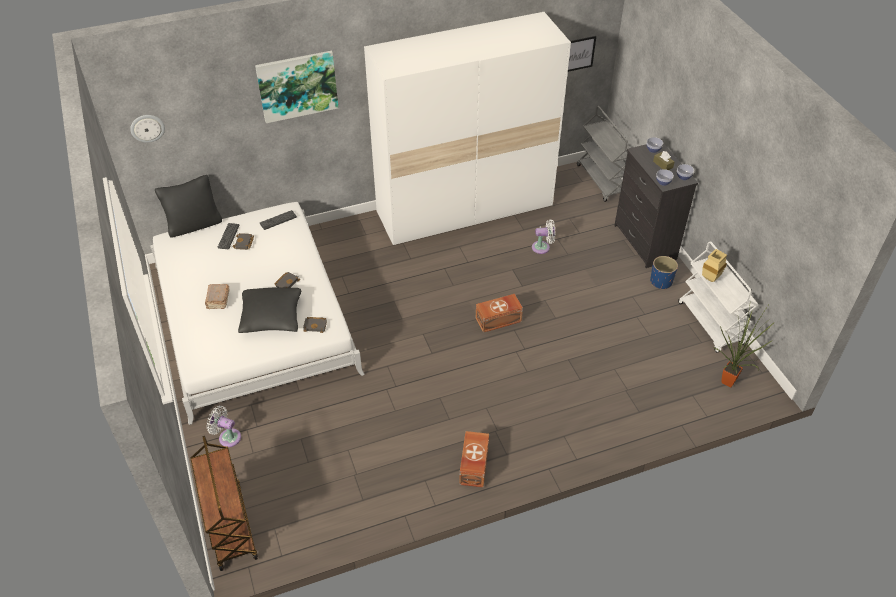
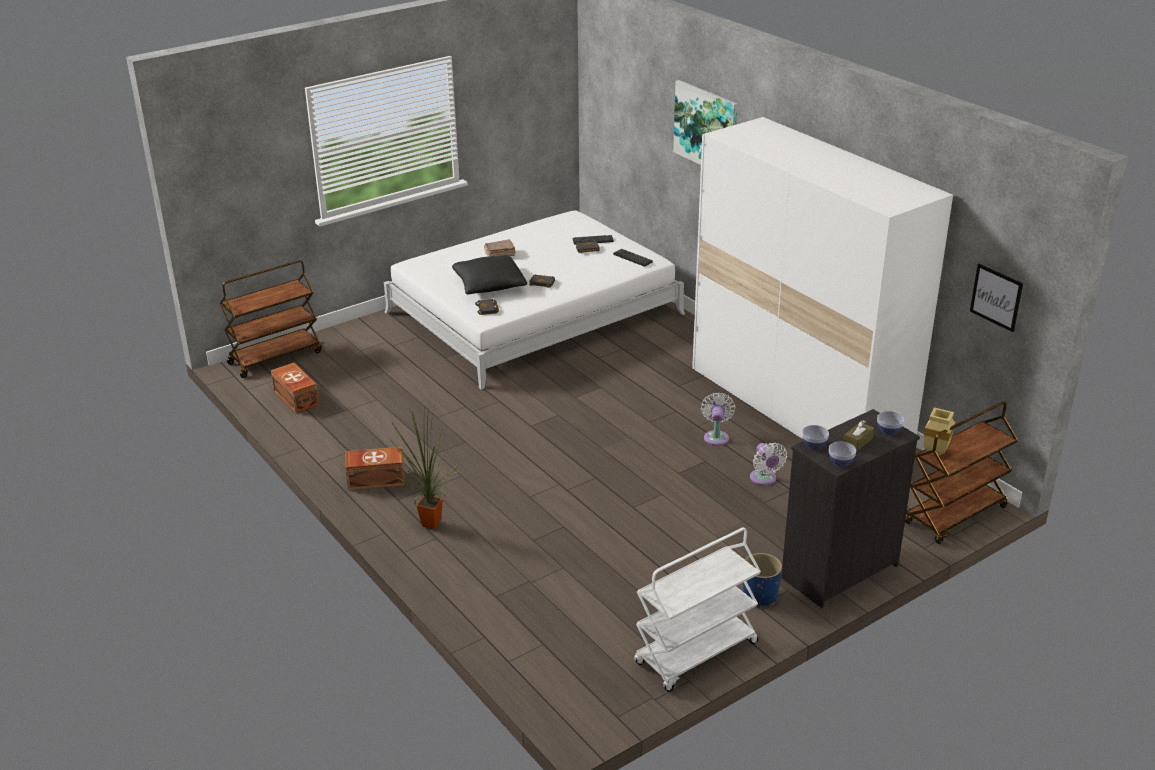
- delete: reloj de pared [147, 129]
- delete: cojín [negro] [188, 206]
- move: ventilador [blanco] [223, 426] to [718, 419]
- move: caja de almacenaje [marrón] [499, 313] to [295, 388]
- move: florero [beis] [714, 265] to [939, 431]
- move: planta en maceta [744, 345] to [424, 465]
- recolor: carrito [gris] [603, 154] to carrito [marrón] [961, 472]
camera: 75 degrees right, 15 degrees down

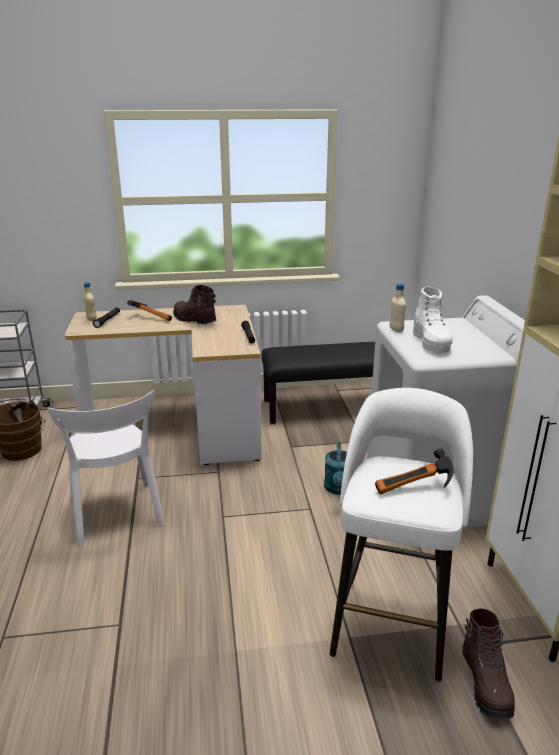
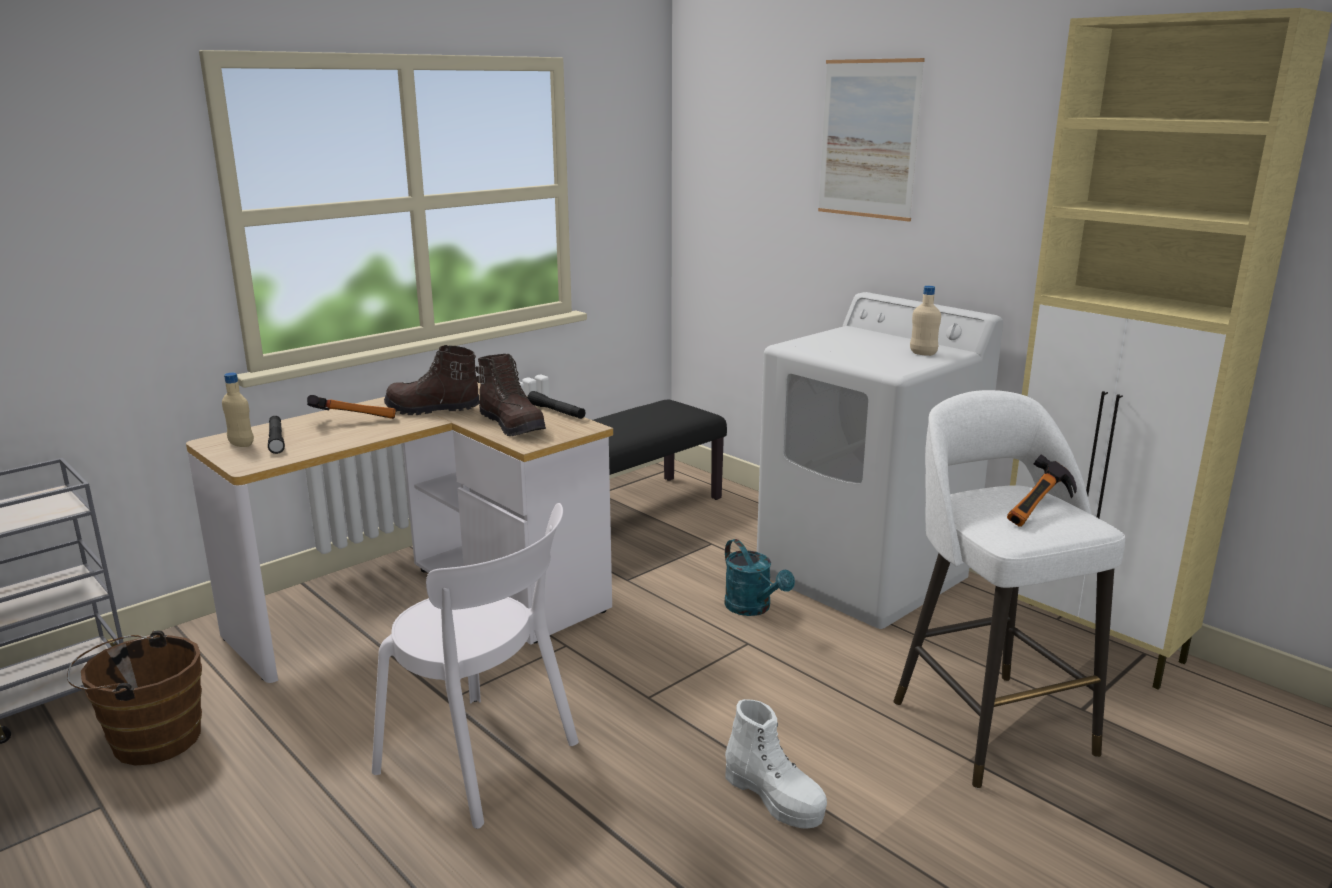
- insert: cuadro [871, 140]
- move: botella [beis] [397, 307] to [925, 321]
- move: bota [blanco] [433, 319] to [776, 764]
- move: bota [marrón] [488, 664] to [510, 395]
camera: 35 degrees left, 5 degrees down

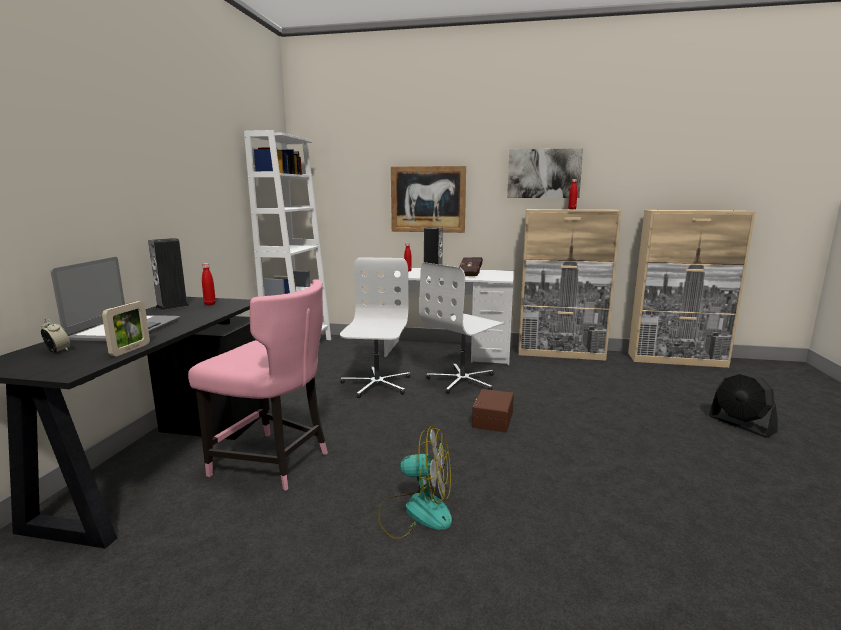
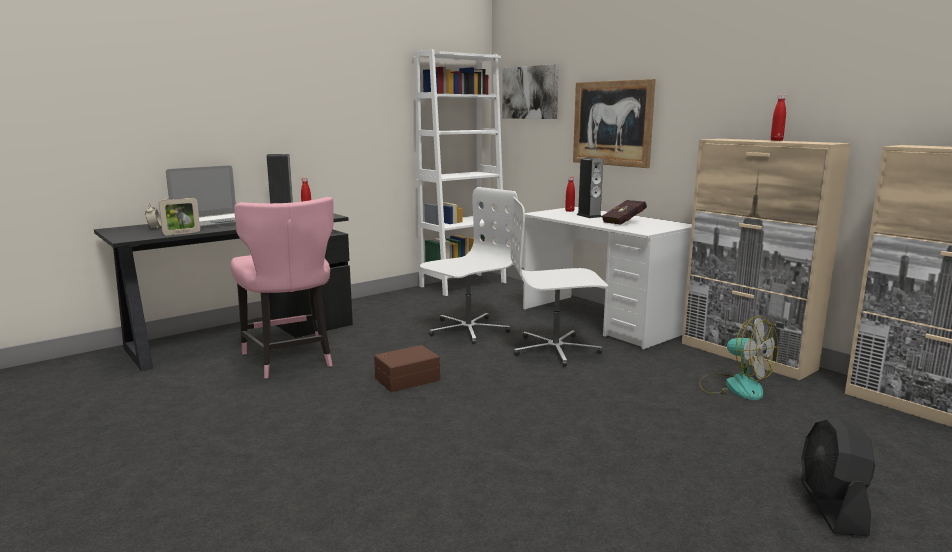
- move: ventilador [415, 483] to [739, 358]
- move: caja de almacenaje [marrón] [493, 411] to [407, 368]
- move: cuadro [545, 173] to [530, 91]
camera: 40 degrees right, 0 degrees up

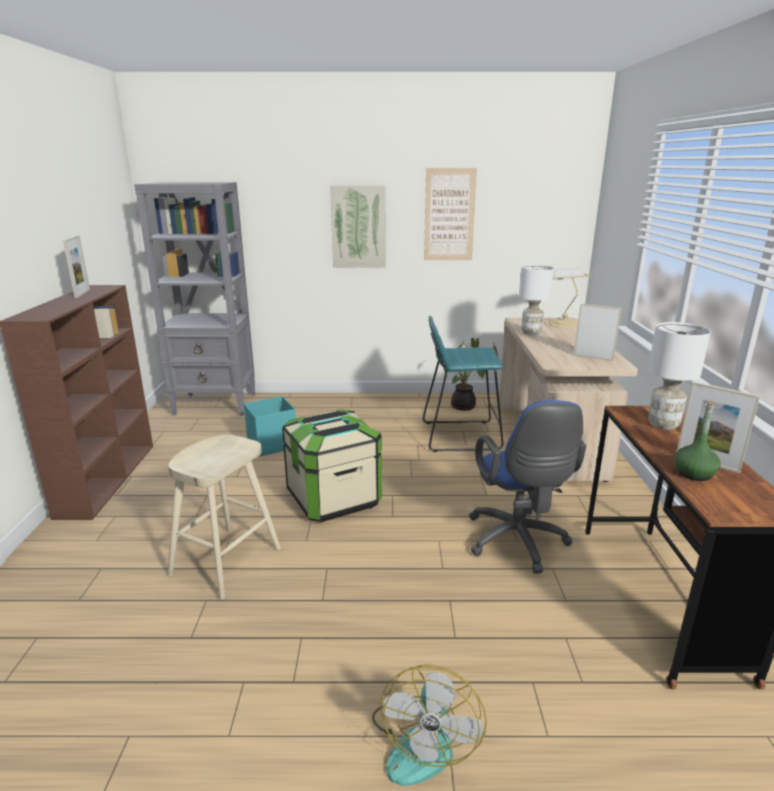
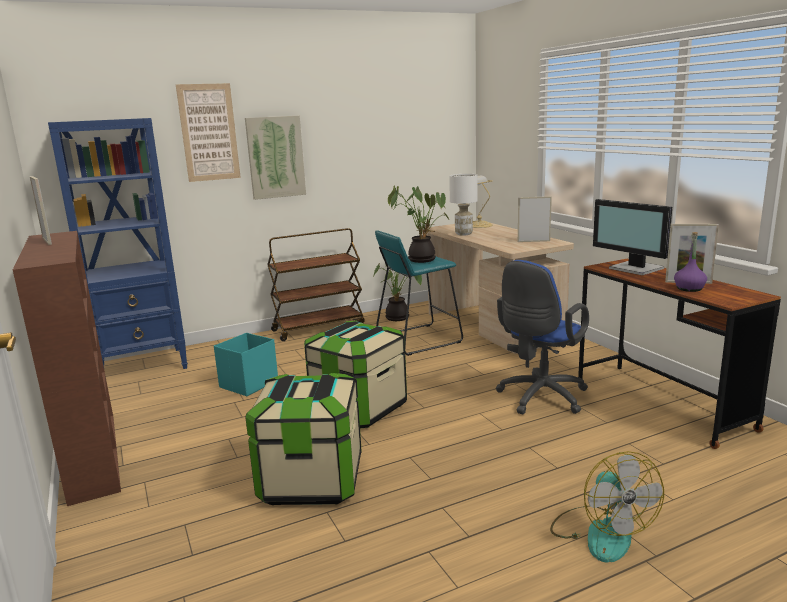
- insert: carrito [marrón] [316, 284]
- insert: planta en maceta [419, 224]
- move: cuadro [450, 214] to [208, 132]
- replace: taburete [beis] [224, 517] to caja de almacenaje [303, 439]
- replace: lámpara de mesa [blanco] [679, 376] to monitor [632, 237]
- recolor: estantería [gris] [194, 299] to estantería [azul] [118, 243]
- recolor: botella [verde] [698, 441] to botella [morado] [690, 262]
- rotate: silla de oficina [azul] [527, 487] = [542, 337] 75 degrees clockwise
camera: 25 degrees left, 5 degrees down

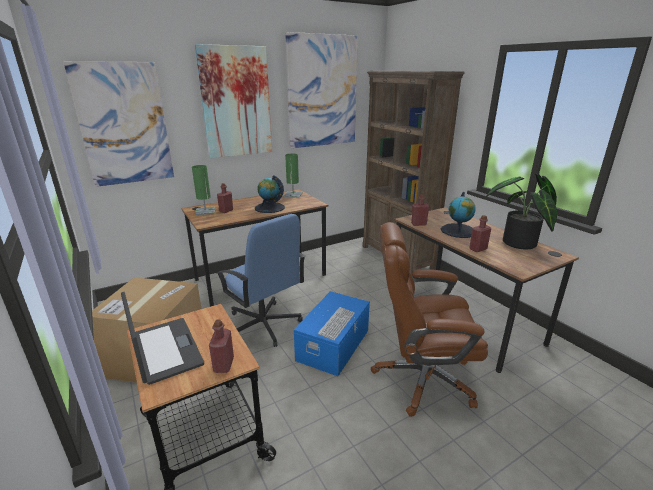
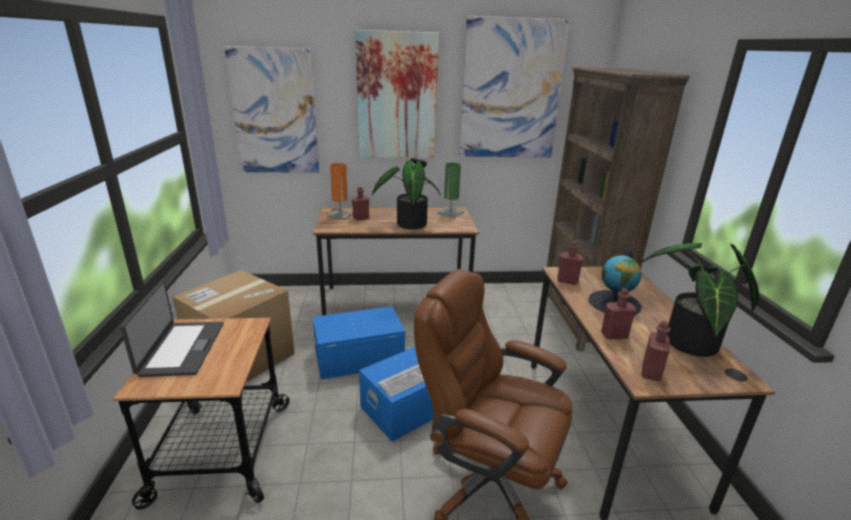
- move: botella [rojo] [221, 346] to [656, 351]
- replace: silla de oficina [azul] [260, 280] to caja de almacenaje [azul] [359, 342]
- replace: globo terráqueo [270, 194] to planta en maceta [406, 193]
- recolor: lámpara de mesa [verde] [203, 190] to lámpara de mesa [naranja] [340, 191]
camera: 25 degrees right, 0 degrees up

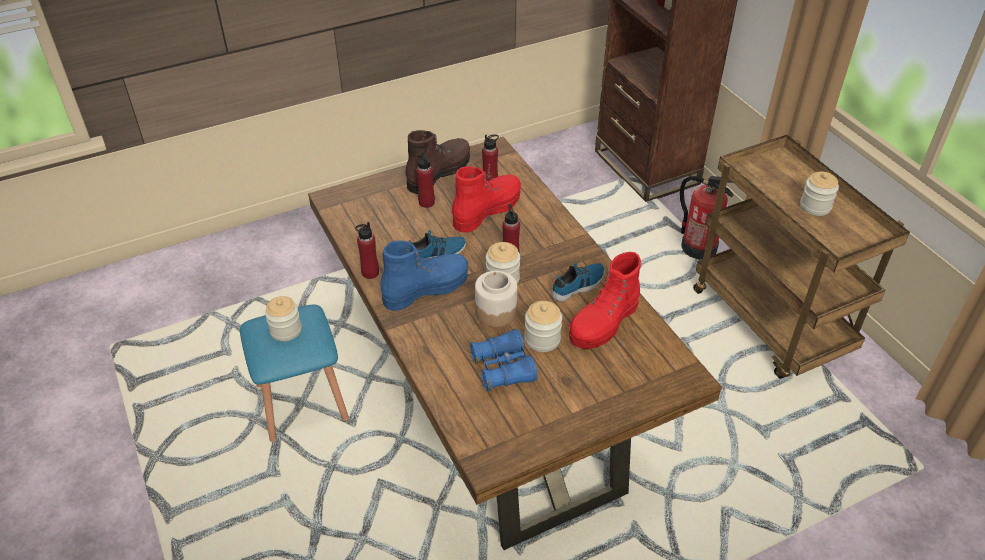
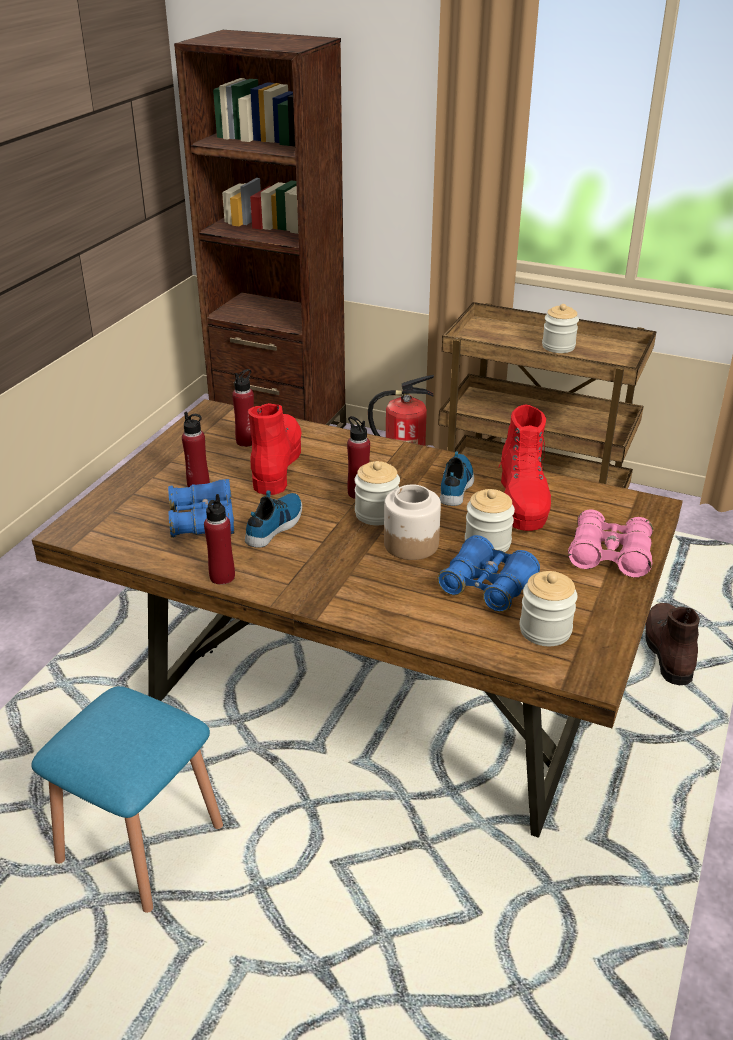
- delete: bota [azul] [424, 276]
- insert: prismáticos [azul] [201, 508]
- insert: prismáticos [rosa] [610, 543]
- move: tarro [283, 318] to [548, 608]
- move: bota [marrón] [437, 162] to [672, 644]
camera: 40 degrees left, 10 degrees down

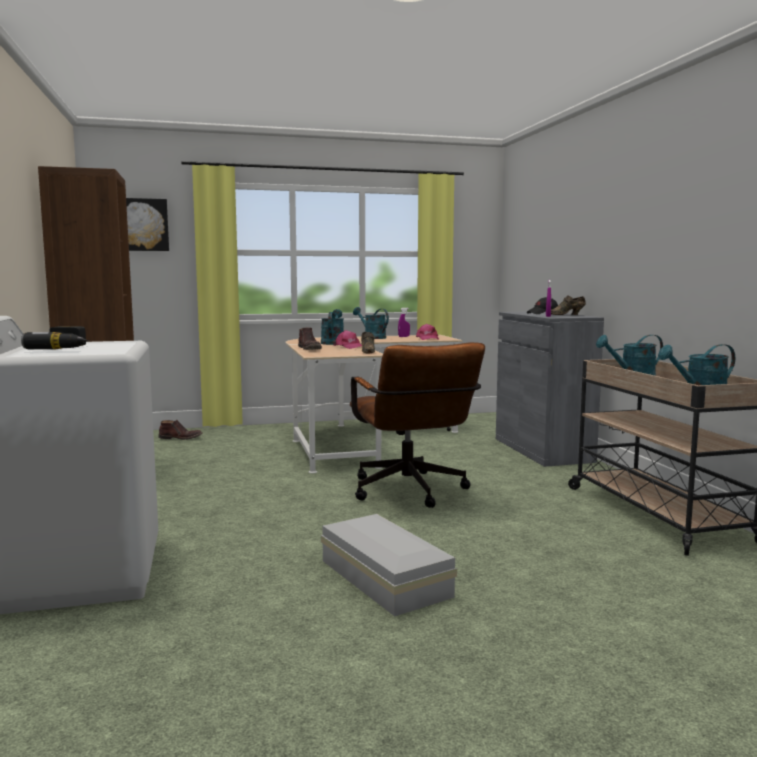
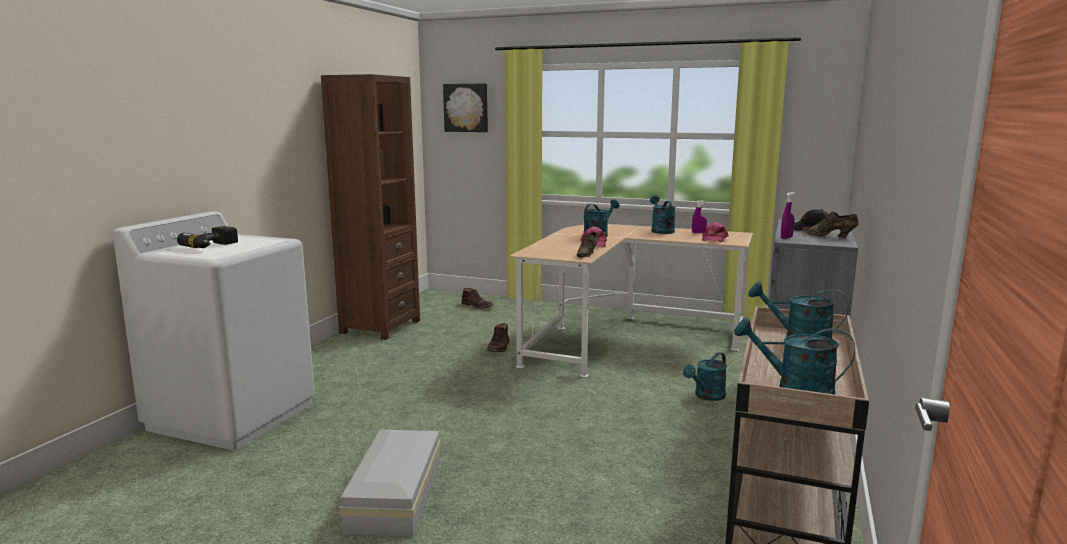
- delete: silla de oficina [marrón] [417, 425]
- insert: regadera [turquesa] [705, 376]
- move: bota [marrón] [310, 339] to [497, 337]
camera: 35 degrees right, 5 degrees up

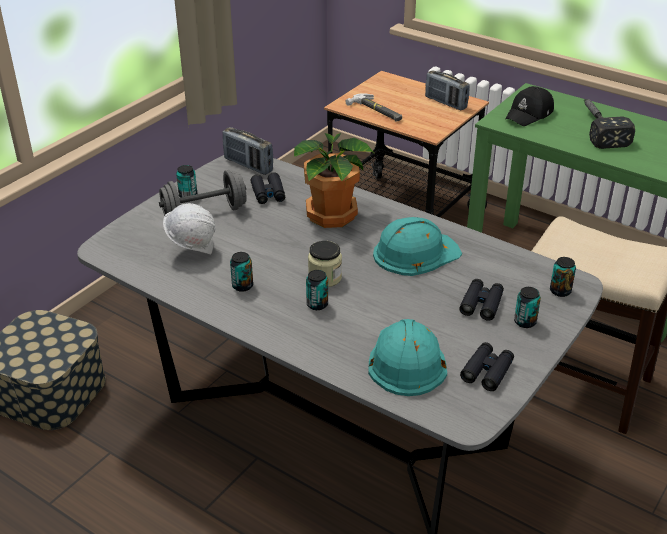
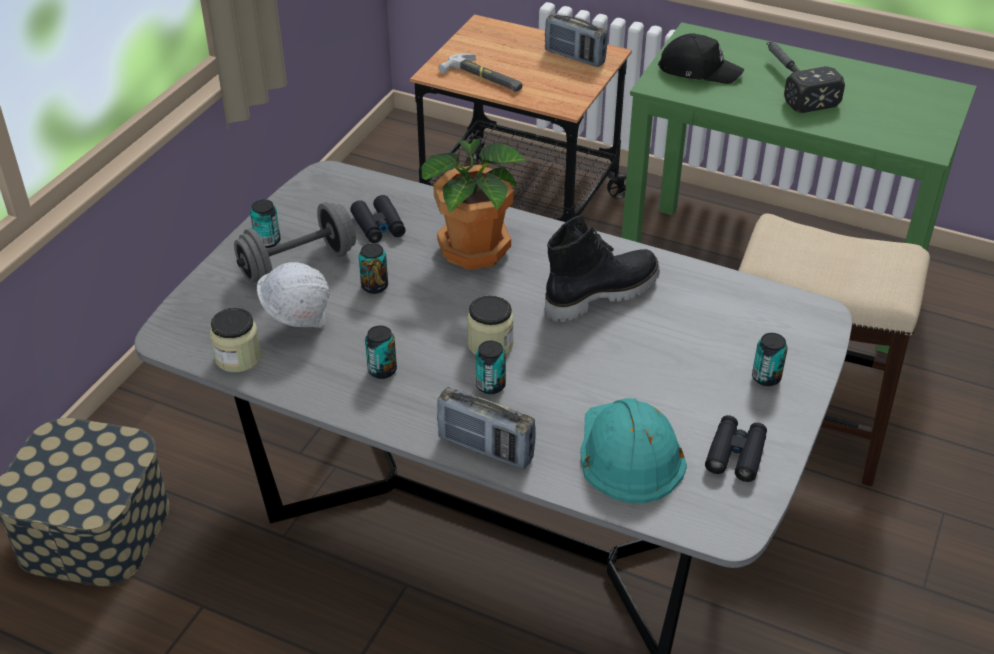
- delete: prismáticos [negro] [481, 300]
- insert: tarro [235, 340]
- move: radio [248, 151] to [486, 428]
- move: lata [563, 277] to [373, 268]
- replace: casco [turquesa] [417, 246] to bota [negro] [602, 269]
- rotate: gorra [negro] [530, 106] = [701, 59] 105 degrees counterclockwise
camera: 10 degrees left, 5 degrees up

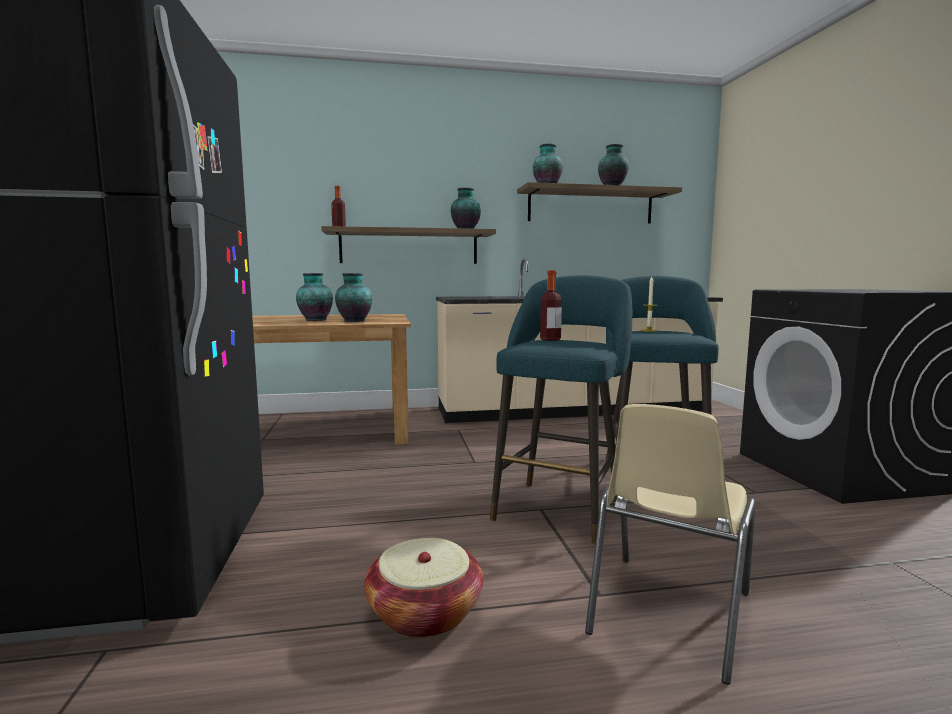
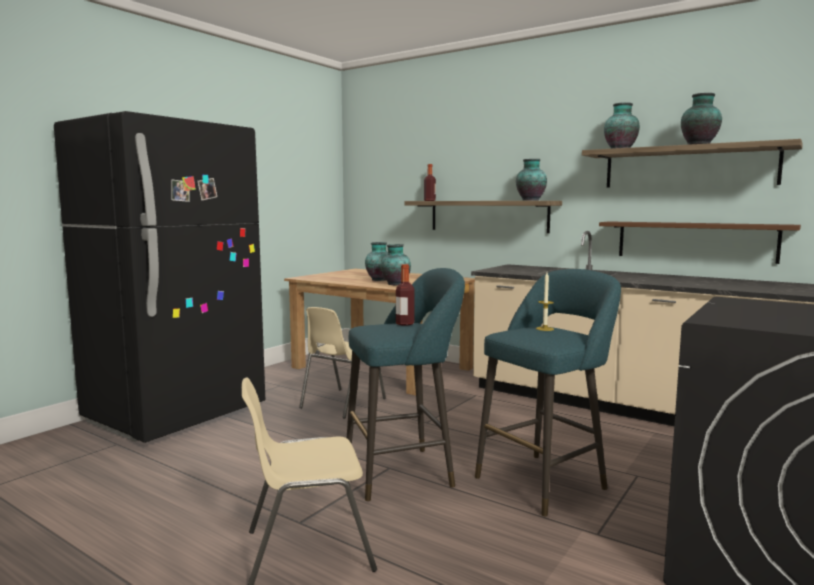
- delete: cesta [423, 588]
- insert: silla [beis] [342, 362]
- insert: estante [marrón] [700, 242]
camera: 45 degrees right, 0 degrees up

